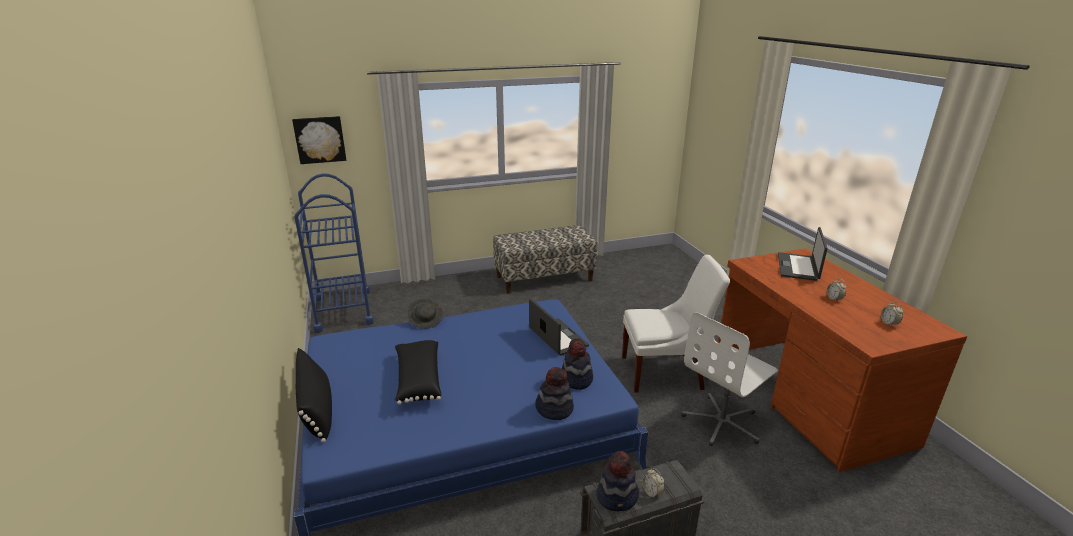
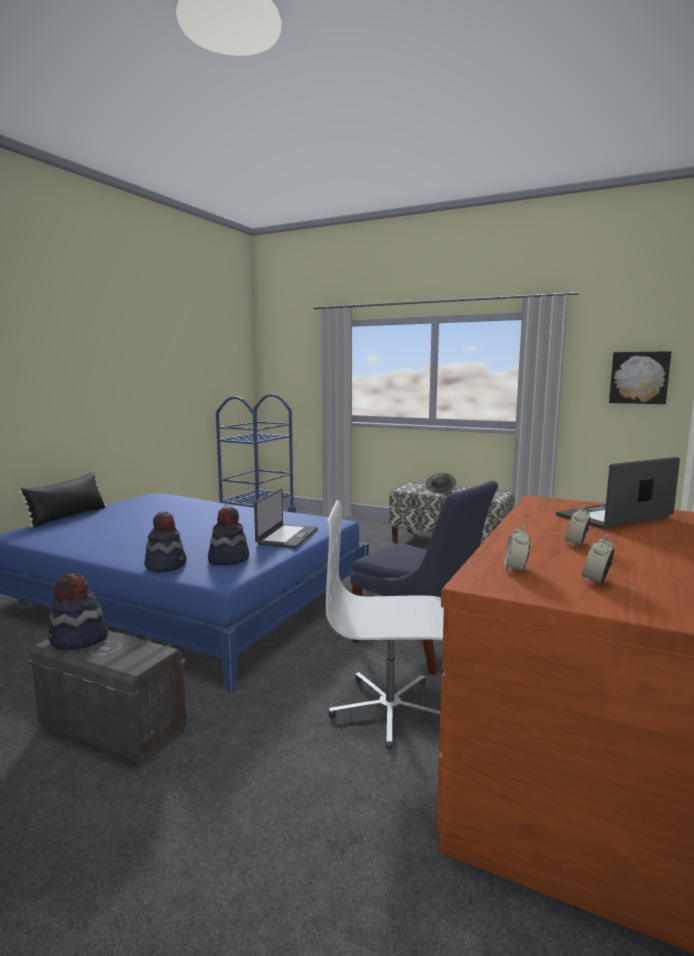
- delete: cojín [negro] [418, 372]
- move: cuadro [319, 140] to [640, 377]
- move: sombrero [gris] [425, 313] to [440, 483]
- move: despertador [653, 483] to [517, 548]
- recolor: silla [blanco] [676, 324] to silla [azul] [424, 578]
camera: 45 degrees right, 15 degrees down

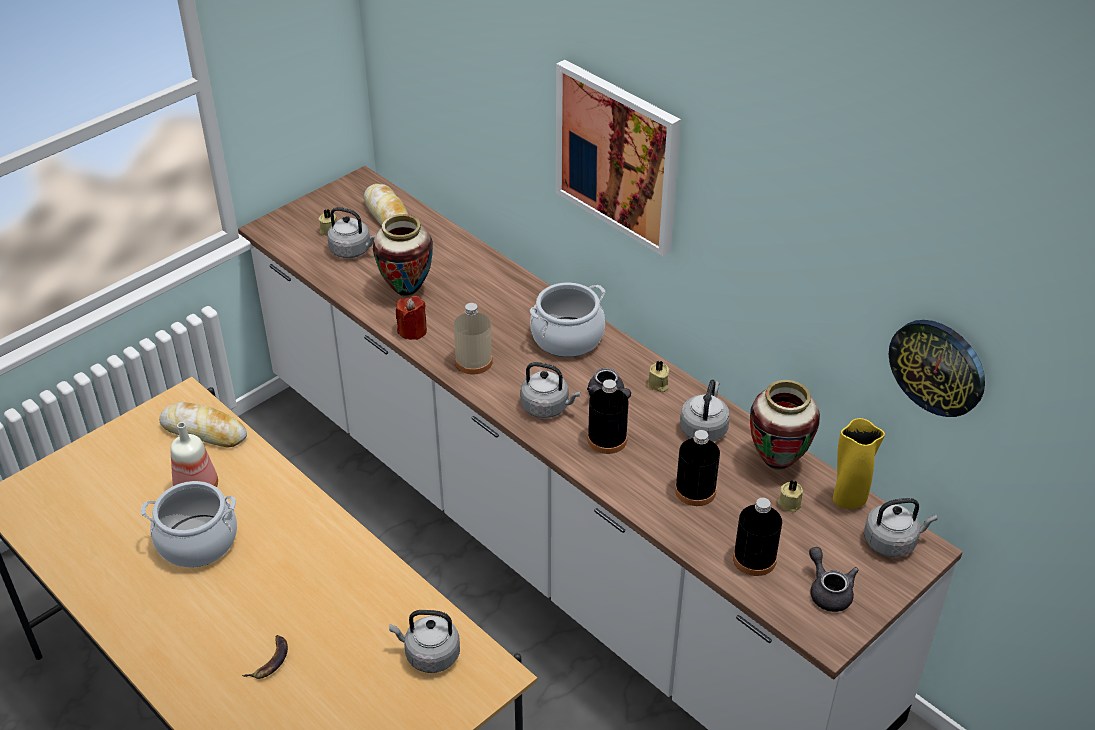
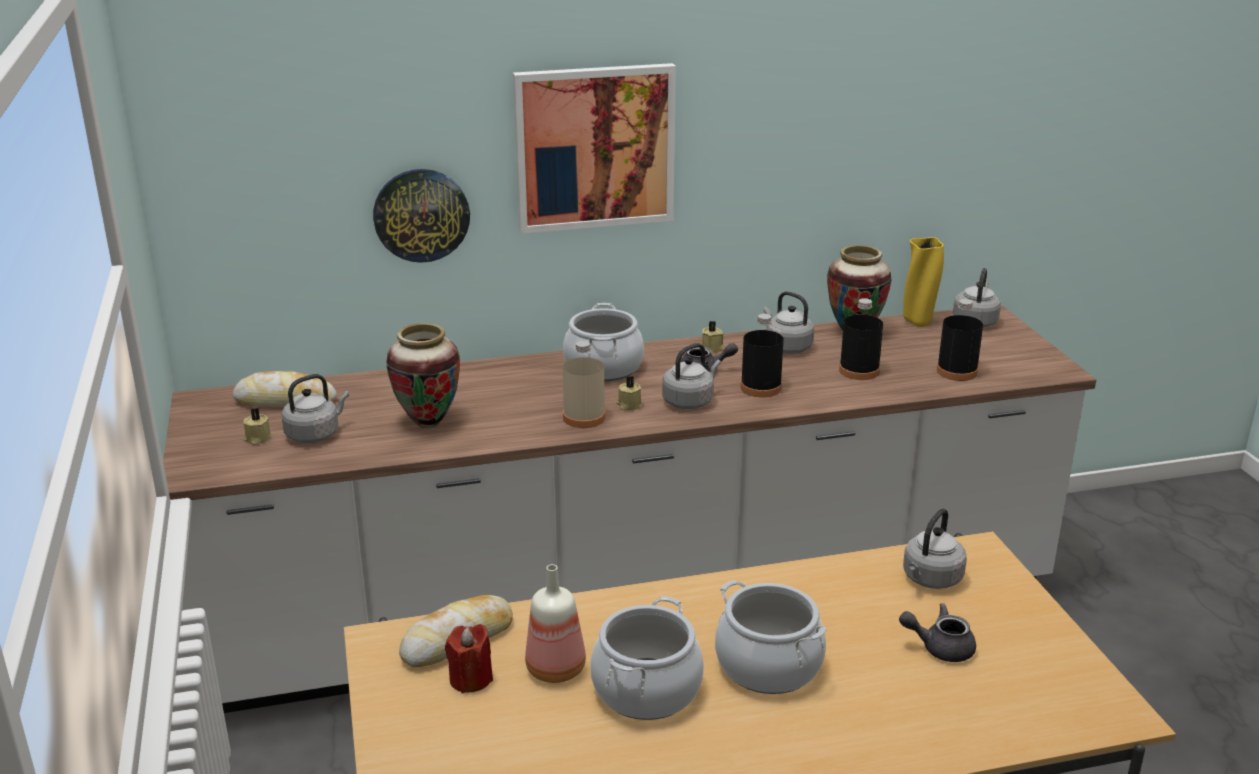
- delete: plátano [265, 657]
- insert: olla [771, 637]
- move: vela [rojo] [411, 318] to [469, 658]
- move: vela [beis] [790, 496] to [629, 393]
- move: tetera [gris] [833, 579] to [937, 632]
- move: reloj de pared [937, 368] to [421, 216]
camera: 60 degrees left, 15 degrees down

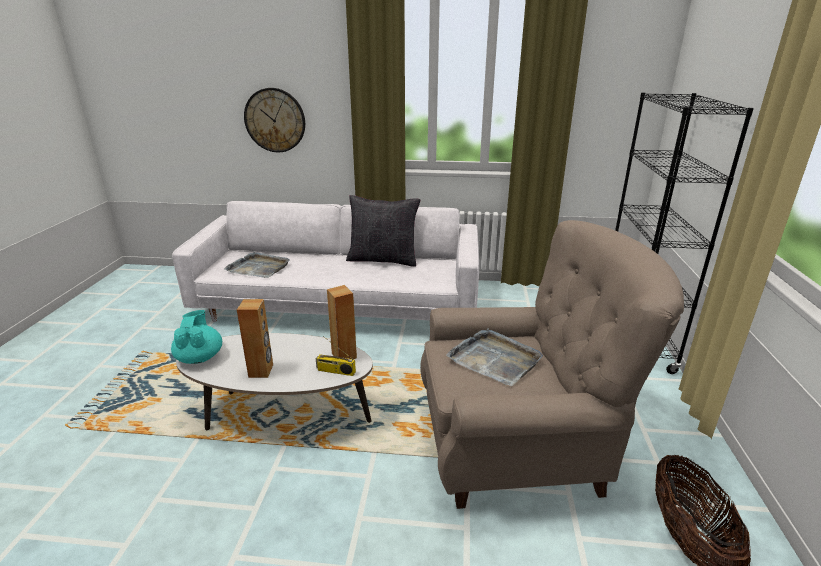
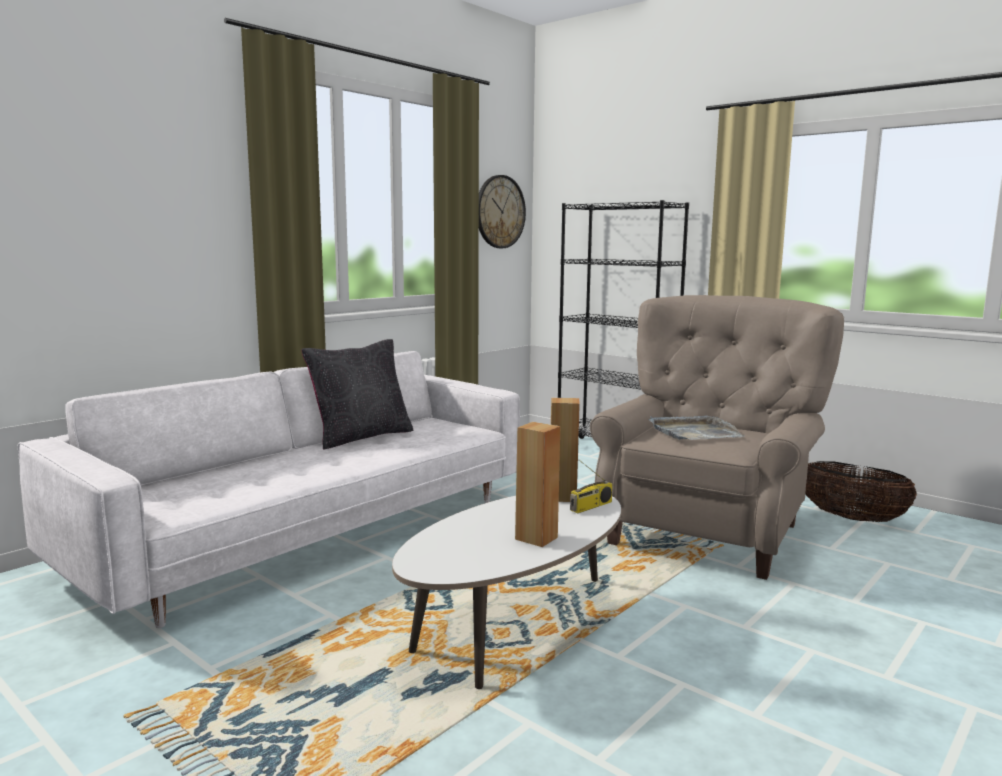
- delete: tetera [turquesa] [196, 337]
- delete: bandeja [gris] [256, 265]
- move: reloj de pared [274, 120] to [502, 211]
camera: 55 degrees left, 15 degrees down

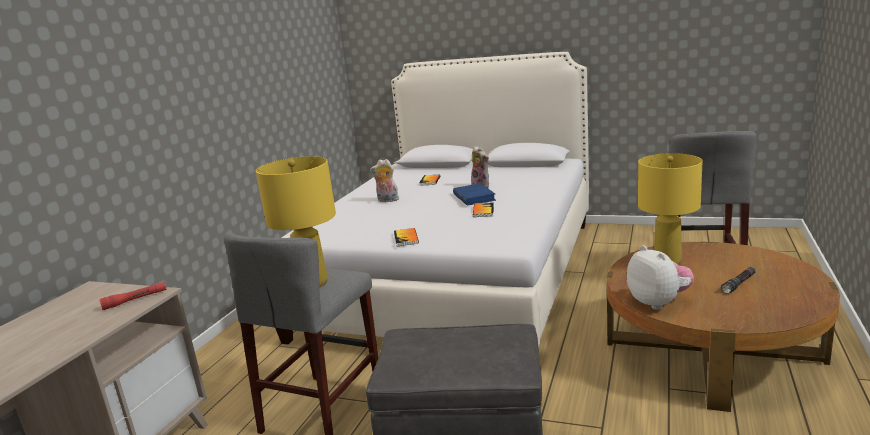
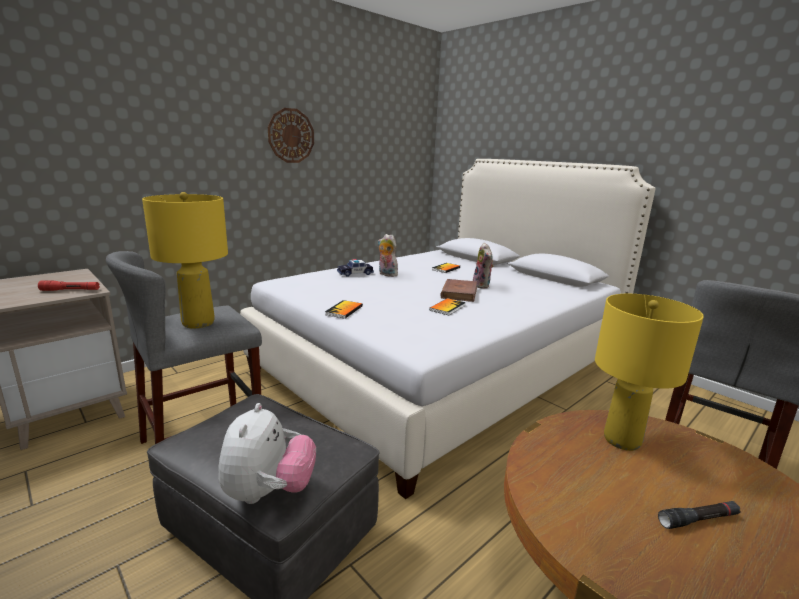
- insert: reloj de pared [291, 135]
- insert: coche de juguete [355, 267]
- move: peluche [660, 277] to [267, 453]
- recolor: libro [azul] [474, 195] to libro [marrón] [458, 290]
camera: 25 degrees right, 0 degrees up

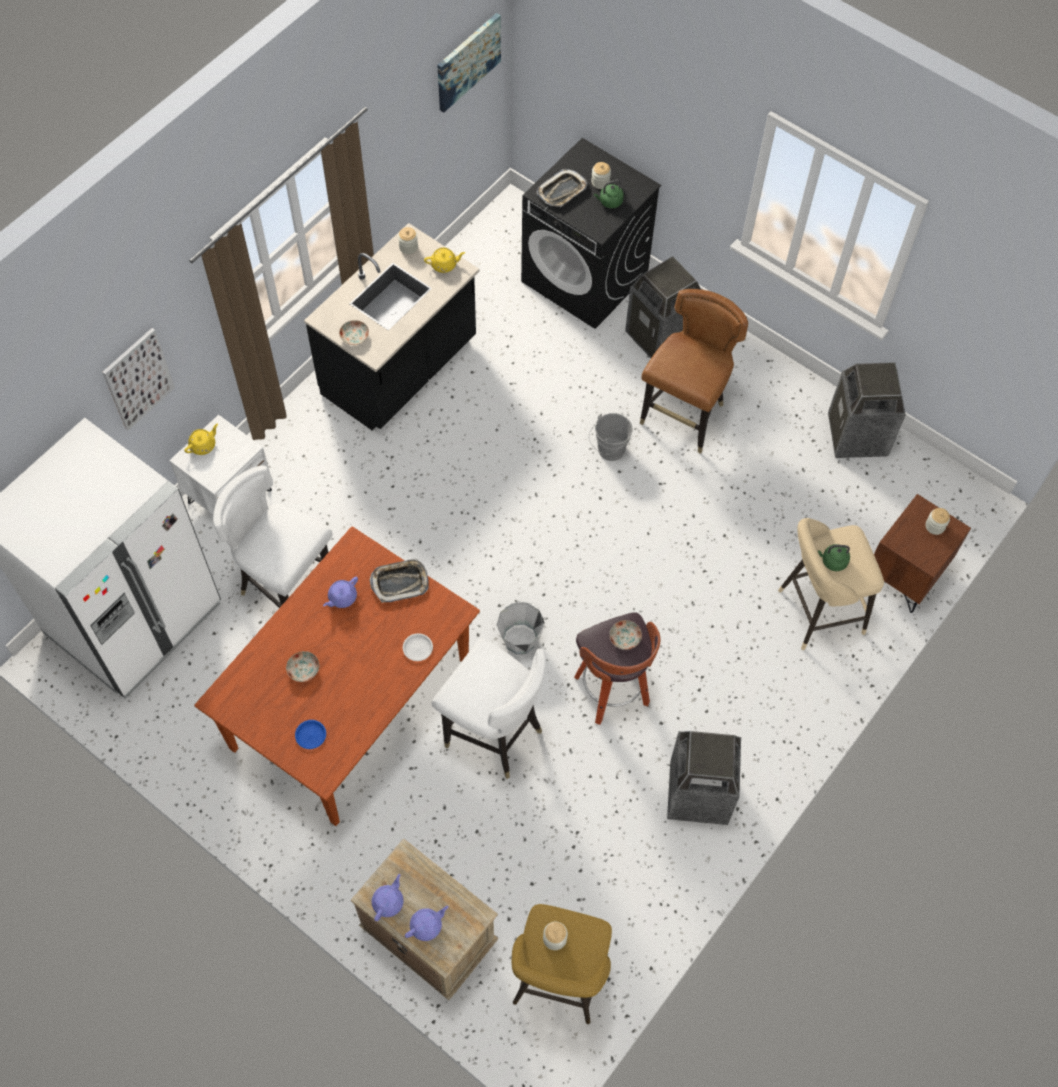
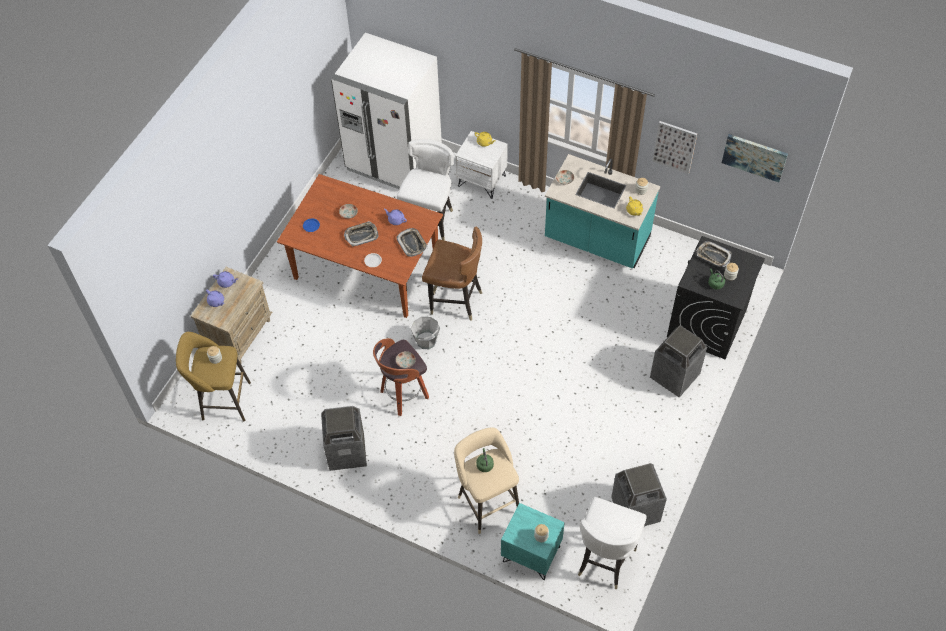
- delete: cubo [gris] [611, 437]
- insert: bandeja [361, 233]
- move: cuadro [138, 379] to [675, 147]
- move: silla [blanco] [488, 708] to [612, 543]
- move: silla [marrón] [694, 371] to [452, 274]
- recolor: mueble bajo de cocina [negro] [392, 327] to mueble bajo de cocina [turquesa] [602, 211]
- recolor: mesita de noche [marrón] [922, 553] to mesita de noche [turquesa] [533, 541]
camera: 80 degrees right, 5 degrees down

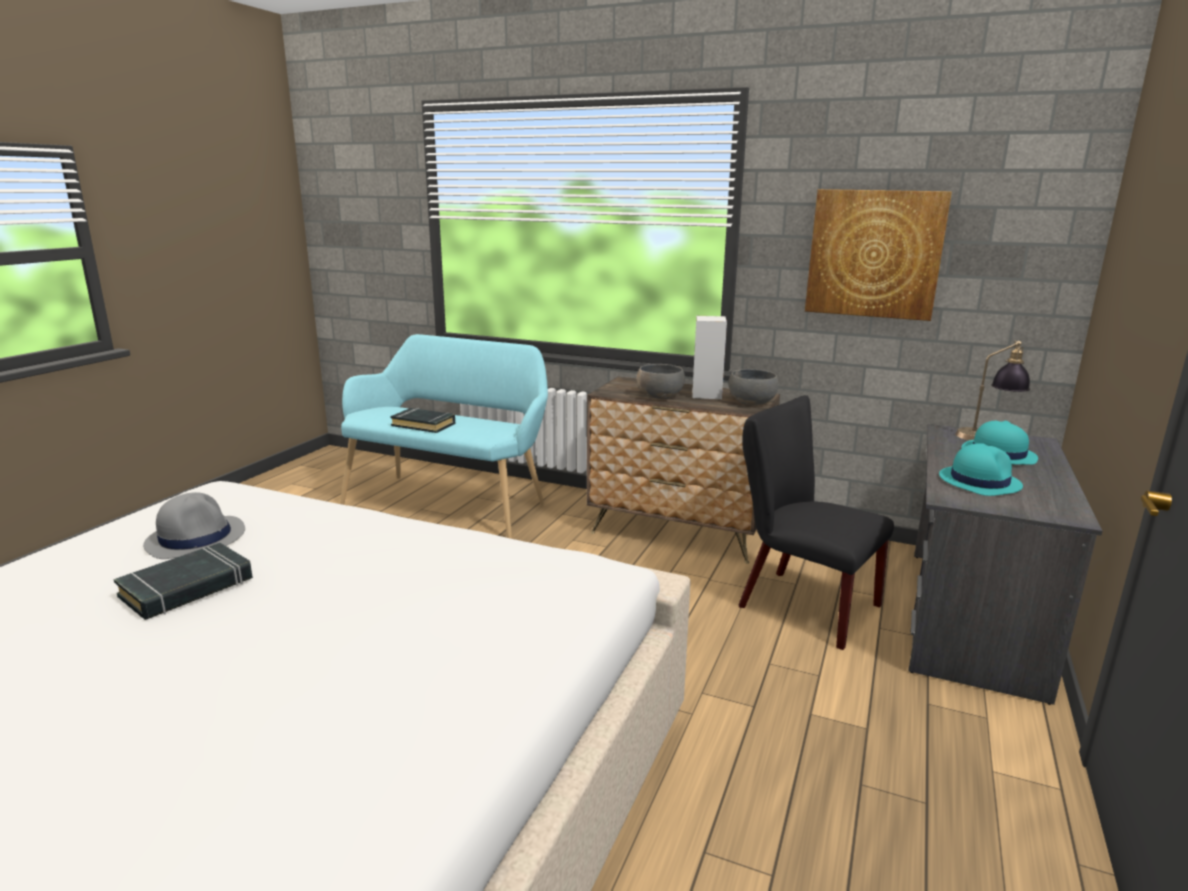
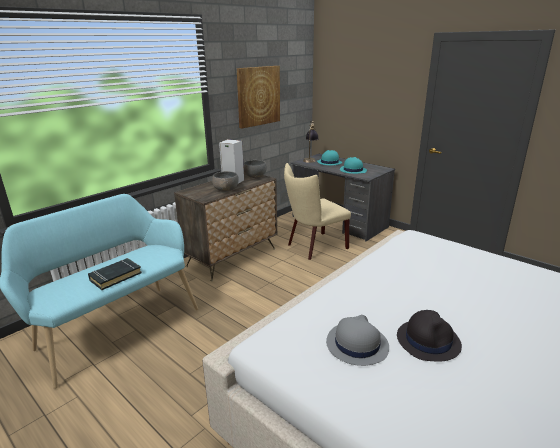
- replace: libro [negro] [183, 581] to sombrero [negro] [429, 335]
- recolor: silla [negro] [816, 522] to silla [beis] [317, 211]
camera: 70 degrees left, 5 degrees up

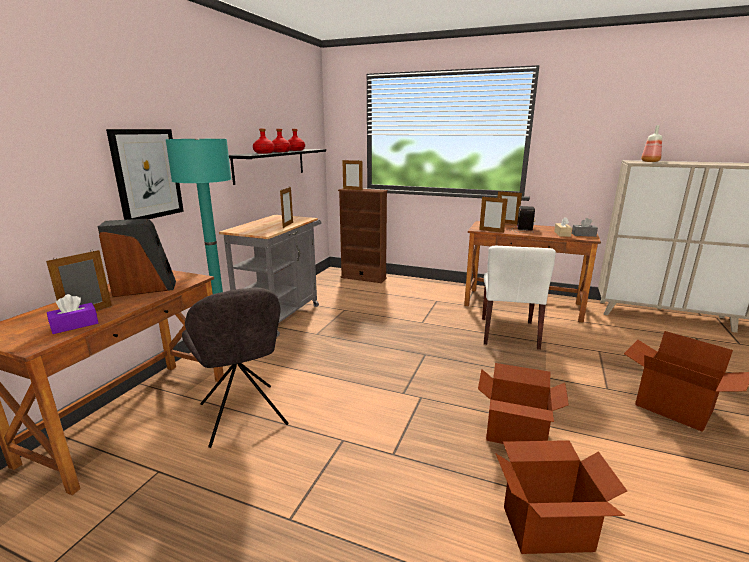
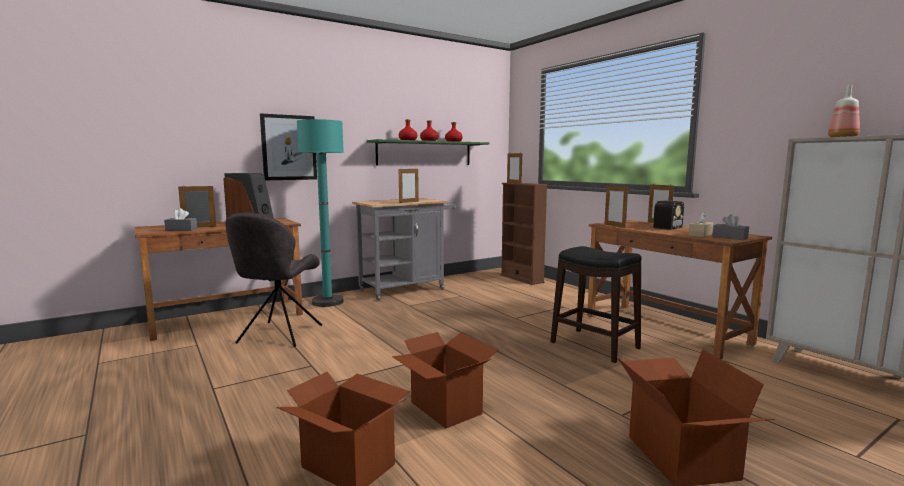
- replace: silla [blanco] [519, 298] to taburete [negro] [595, 304]
- recolor: caja de pañuelos [morado] [72, 314] to caja de pañuelos [gris] [180, 219]
- recolor: estante [negro] [277, 167] to estante [verde] [428, 152]
camera: 35 degrees right, 10 degrees down

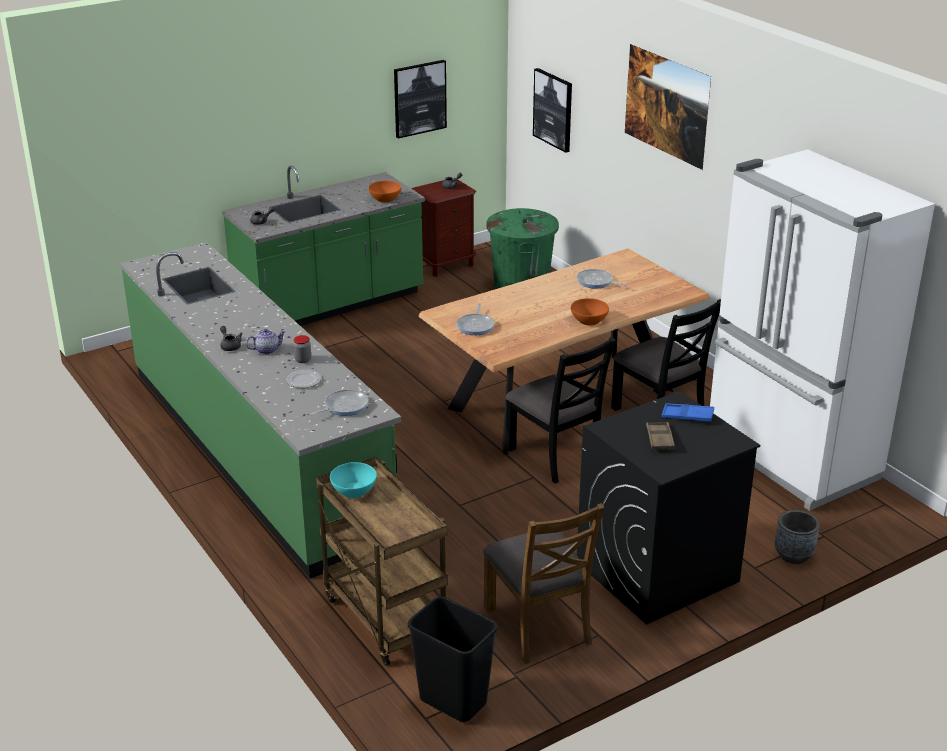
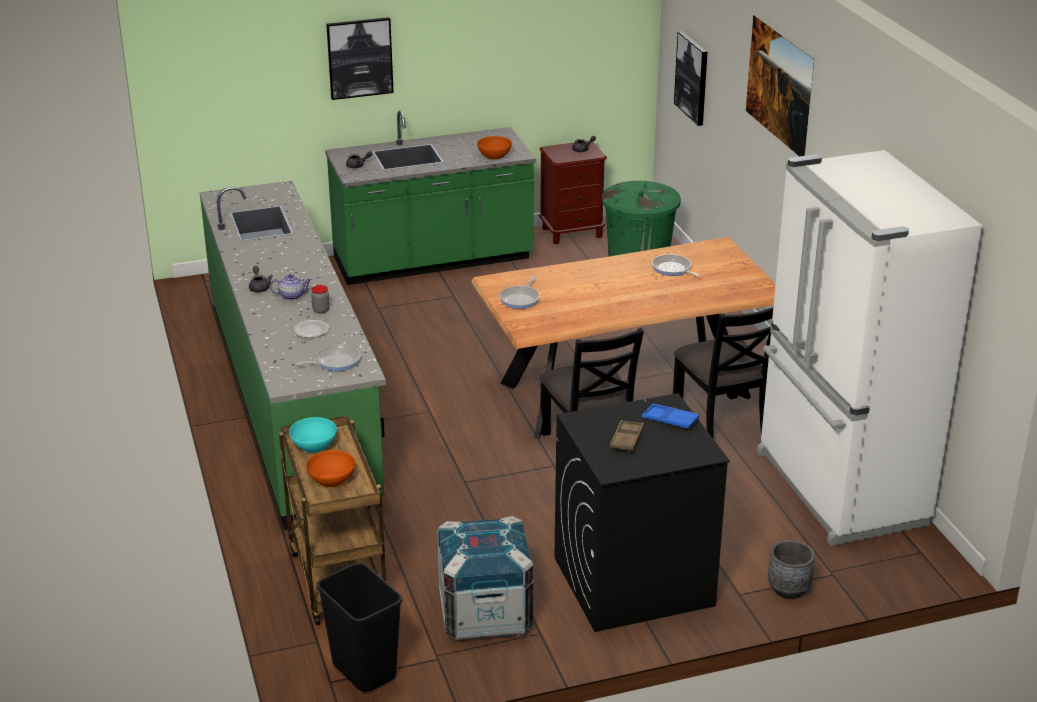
- move: cuadro [420, 99] to [360, 58]
- move: cuenco [naranja] [590, 311] to [330, 468]
- replace: silla [marrón] [544, 583] to caja de embalaje [485, 578]
camera: 15 degrees right, 0 degrees up

